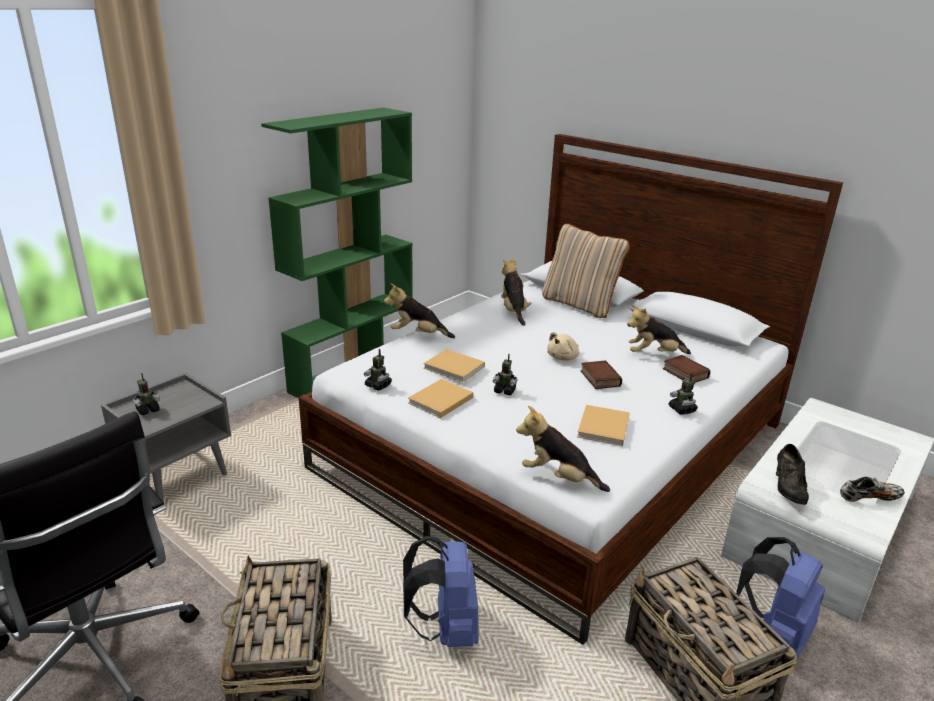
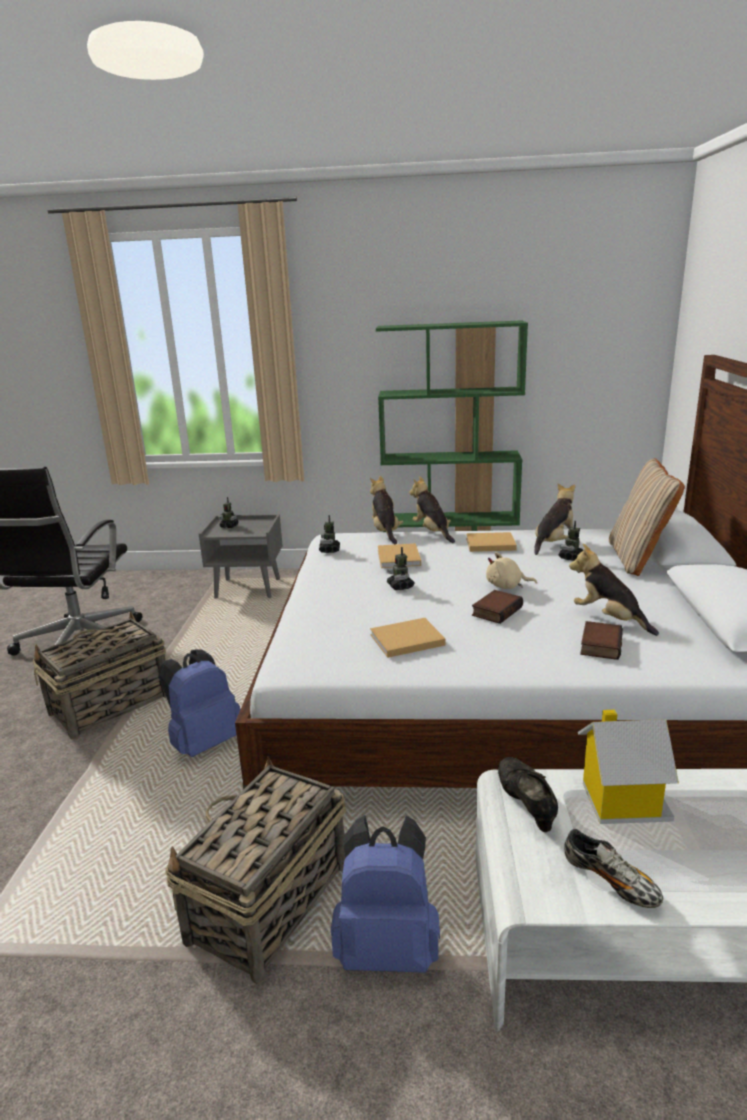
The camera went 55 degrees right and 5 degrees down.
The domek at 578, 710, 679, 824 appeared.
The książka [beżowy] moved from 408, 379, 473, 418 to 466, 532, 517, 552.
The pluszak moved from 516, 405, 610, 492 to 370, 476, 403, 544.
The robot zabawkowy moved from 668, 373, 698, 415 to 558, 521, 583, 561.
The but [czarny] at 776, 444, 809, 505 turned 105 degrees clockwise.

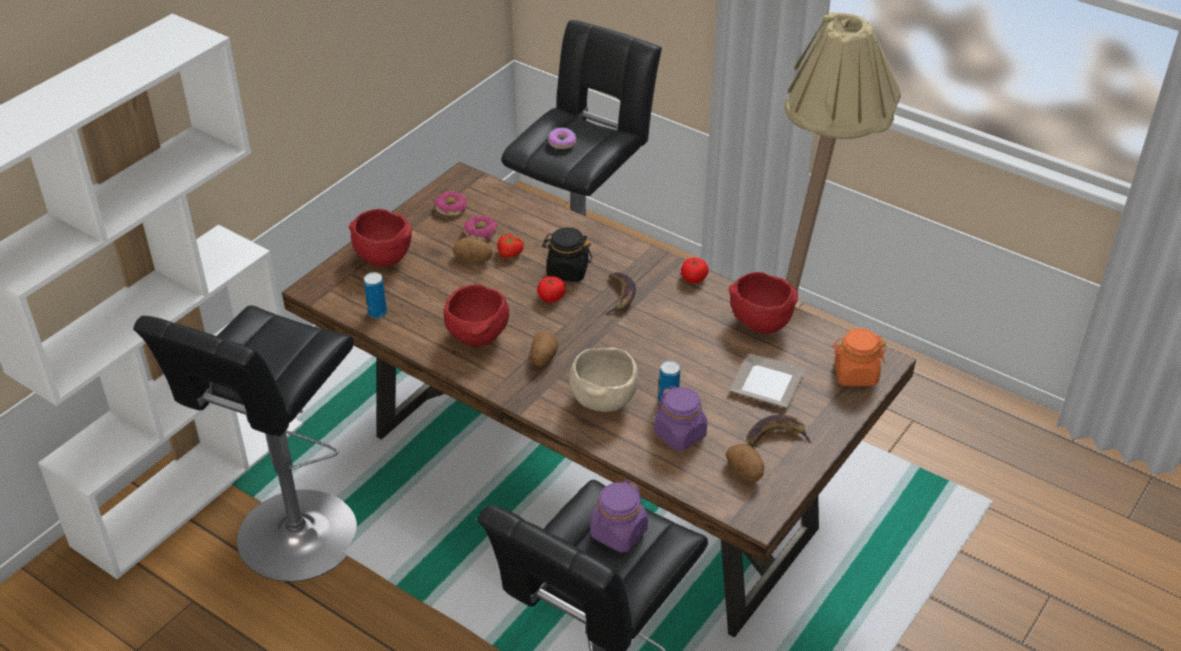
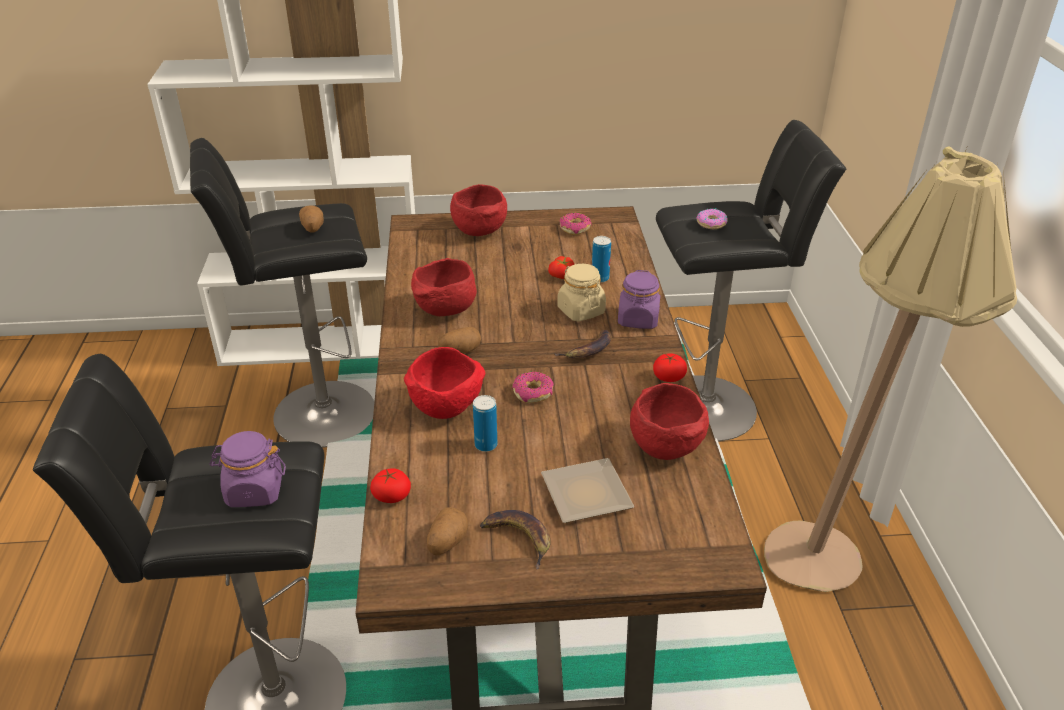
The camera went 50 degrees right and 5 degrees down.
The słoik [pomarańczowy] at 832, 328, 886, 386 disappeared.
The puszka moved from 364, 272, 387, 318 to 592, 236, 611, 283.
The ziemniak moved from 453, 237, 493, 262 to 299, 205, 324, 232.
The donut moved from 464, 215, 497, 241 to 512, 372, 554, 403.
The pomidor moved from 537, 276, 566, 302 to 370, 468, 411, 503.
The słoik [fioletowy] moved from 654, 386, 707, 451 to 618, 270, 660, 329.
The słoik [czarny] at 542, 227, 592, 282 became the słoik [beżowy] at 557, 264, 606, 322.
The miska [beżowy] at 570, 347, 639, 412 became the miska [czerwony] at 404, 347, 485, 419.

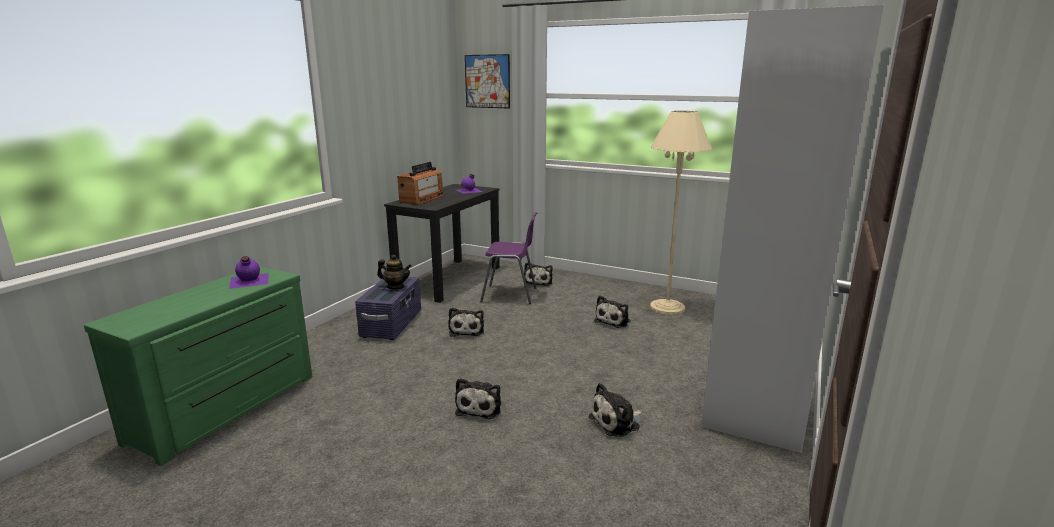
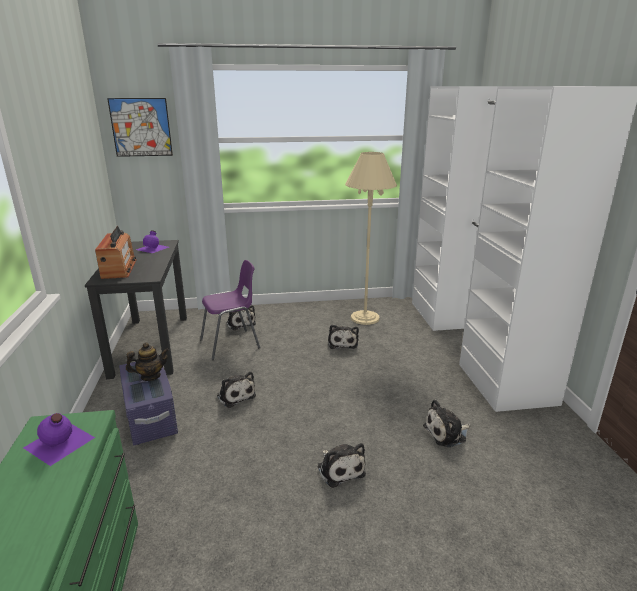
The camera went 35 degrees left and 5 degrees up.
The pluszak at 589, 383, 642, 437 turned 45 degrees clockwise.

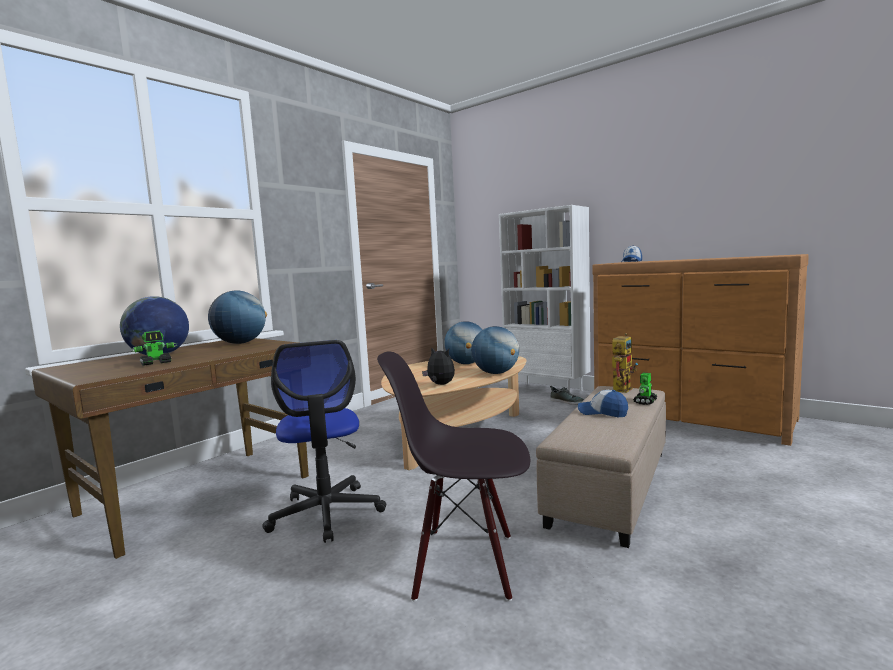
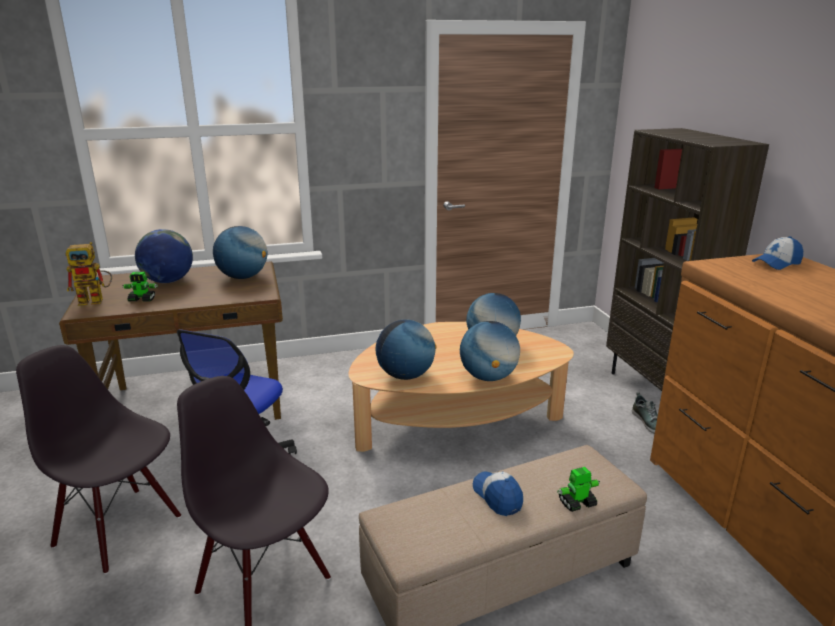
The camera went 35 degrees right and 15 degrees up.
The krzesło [czarny] at 16, 345, 181, 574 appeared.
The robot zabawkowy moved from 612, 333, 638, 393 to 66, 242, 112, 306.
The pluszak at 422, 348, 455, 385 was replaced by the globus at 375, 320, 436, 380.
The regał [biały] at 499, 205, 591, 392 became the regał [brązowy] at 606, 128, 769, 391.

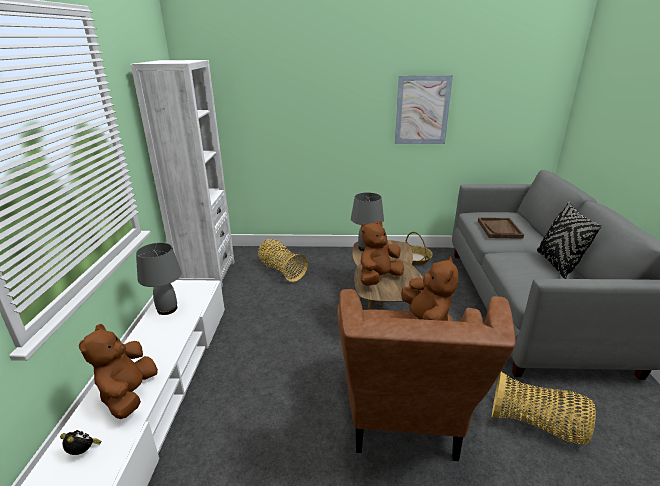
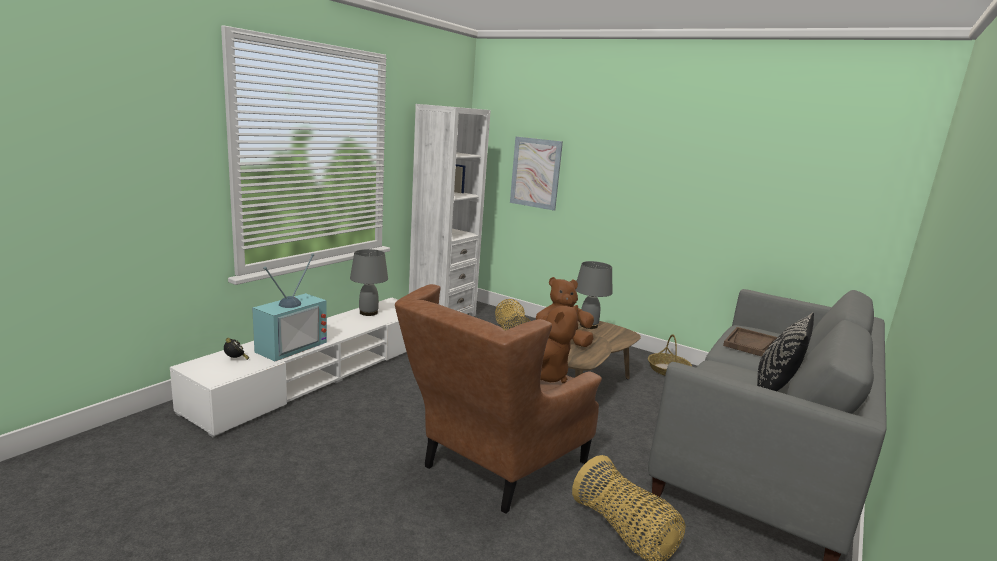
The camera went 30 degrees right and 10 degrees down.
The obraz moved from 395, 75, 453, 144 to 510, 137, 563, 211.
The pluszak [brązowy] at 79, 324, 158, 419 was replaced by the telewizor at 252, 253, 327, 361.

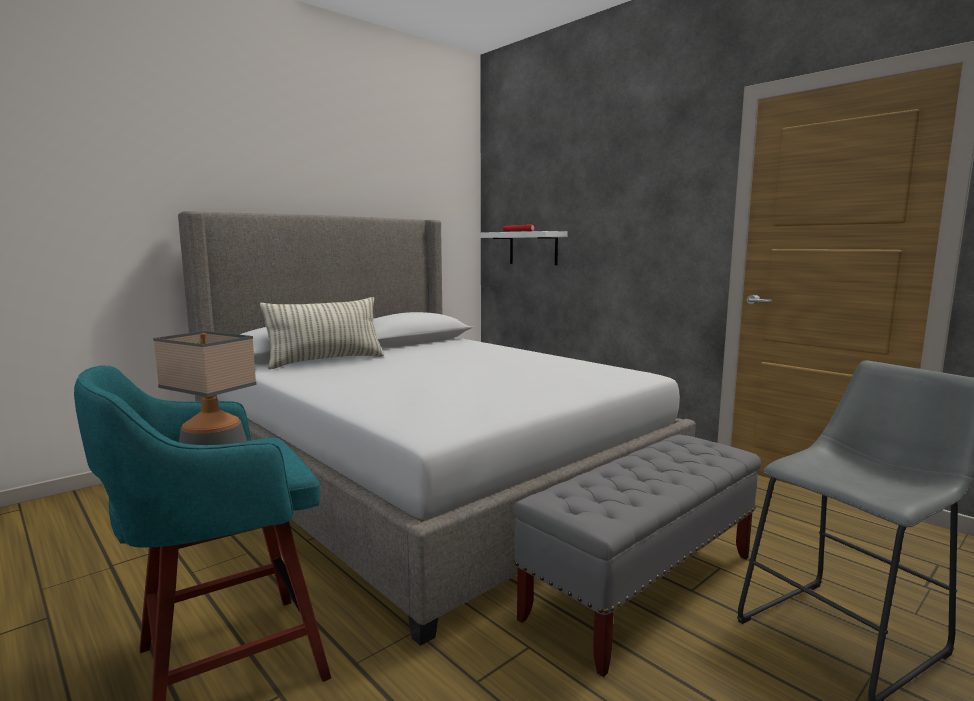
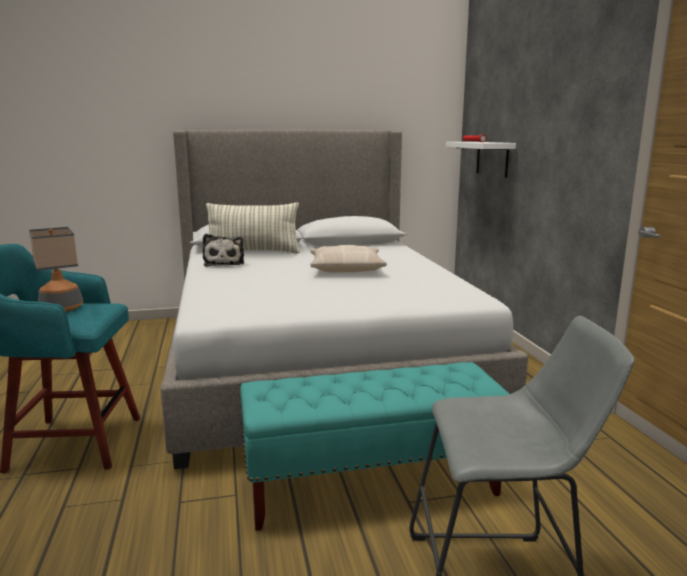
The camera went 30 degrees right and 5 degrees up.
The pluszak at 203, 234, 244, 267 appeared.
The poduszka [beżowy] at 310, 245, 387, 273 appeared.
The ławka [szary] at 514, 435, 761, 677 became the ławka [turkusowy] at 240, 362, 509, 531.

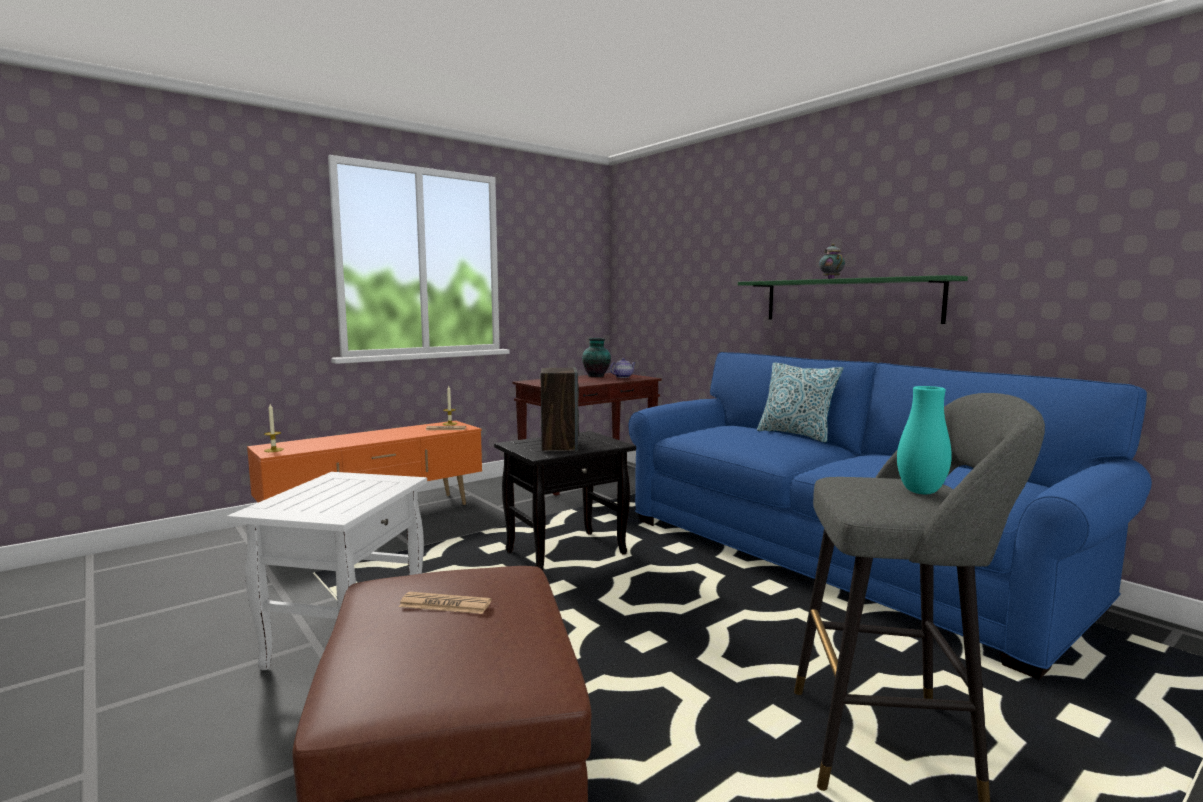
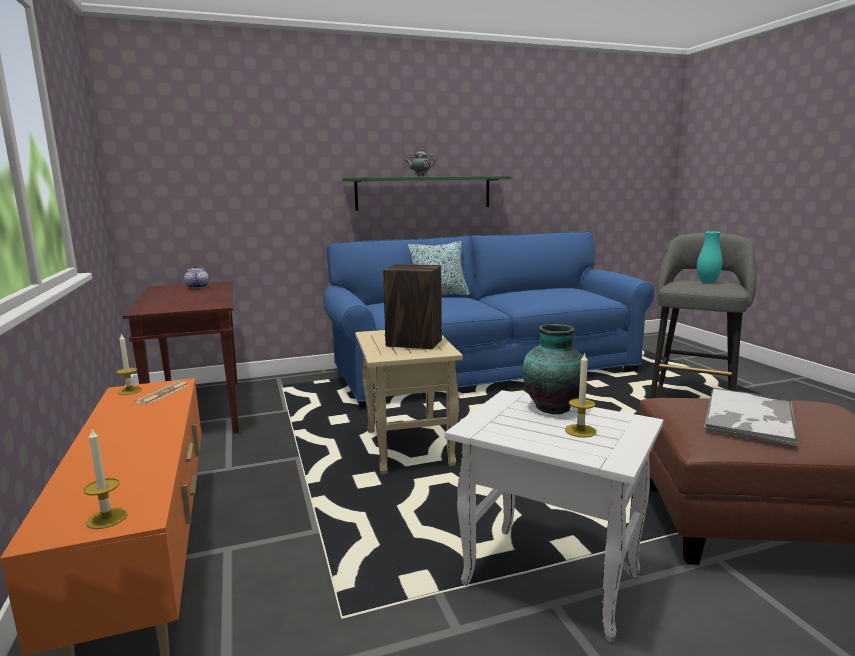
The camera went 70 degrees left and 5 degrees up.
The świeca at 565, 352, 596, 438 appeared.
The wazon moved from 582, 338, 611, 377 to 522, 324, 583, 414.
The gazeta at 399, 592, 491, 614 was replaced by the taca at 704, 388, 798, 446.
The stolik [czarny] at 494, 431, 636, 571 became the stolik [beżowy] at 355, 330, 463, 474.

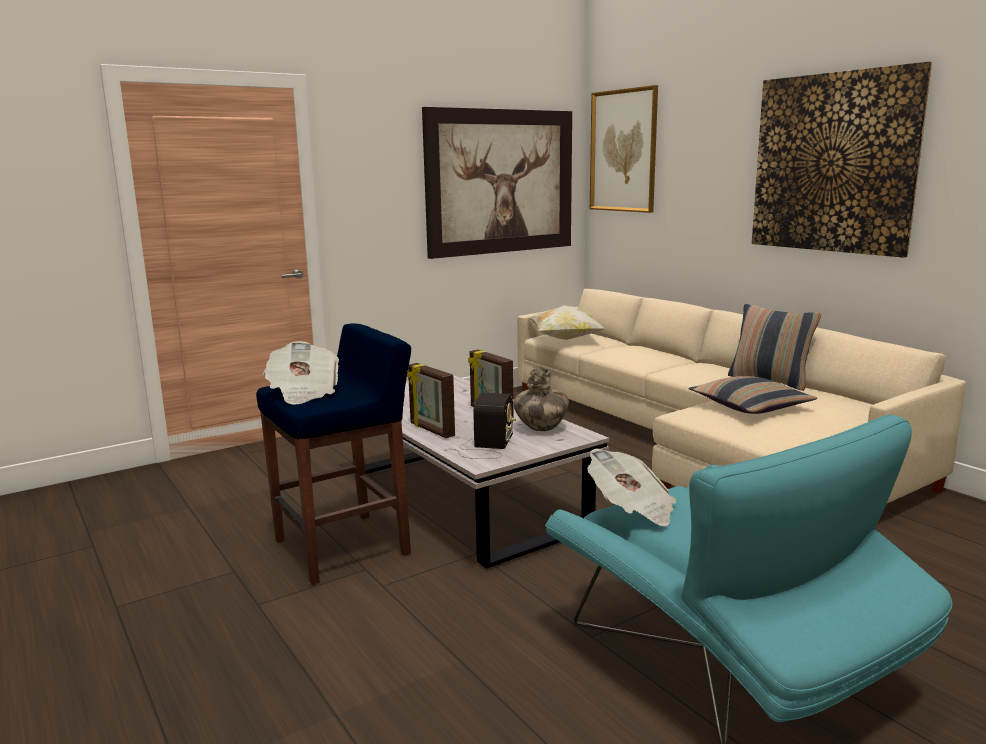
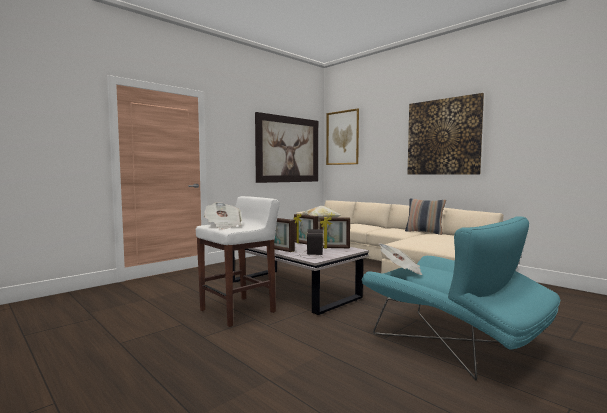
The camera went 10 degrees left and 10 degrees down.
The poduszka at 689, 376, 817, 414 disappeared.
The wazon at 514, 366, 569, 431 was replaced by the ramka na zdjęcie at 319, 217, 350, 248.
The stołek [niebieski] at 256, 323, 411, 585 became the stołek [biały] at 196, 196, 280, 327.

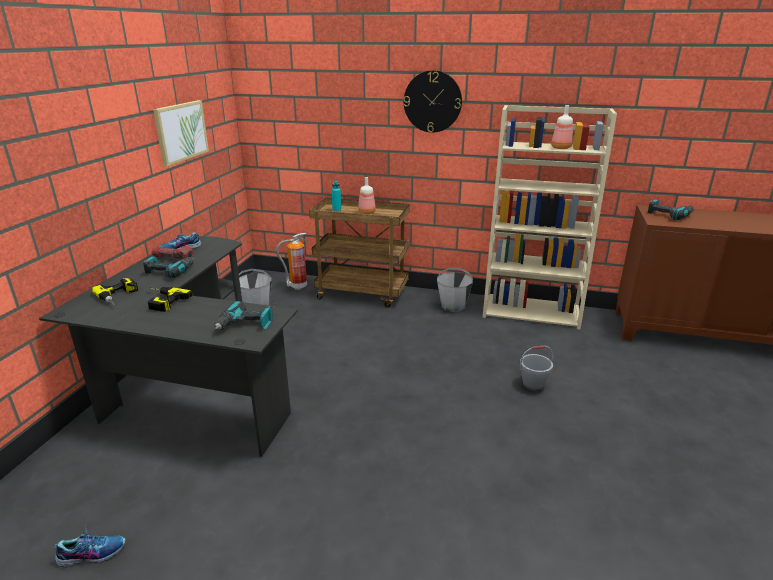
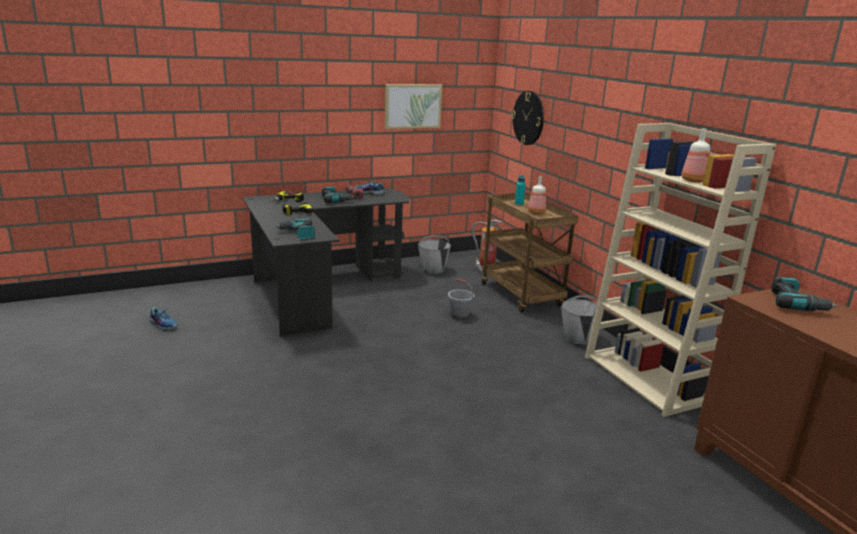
The camera went 50 degrees right and 5 degrees down.
The zegar ścienny moved from 404, 70, 462, 133 to 511, 91, 544, 145.
The wiadro [szary] moved from 520, 345, 554, 391 to 448, 279, 474, 319.

